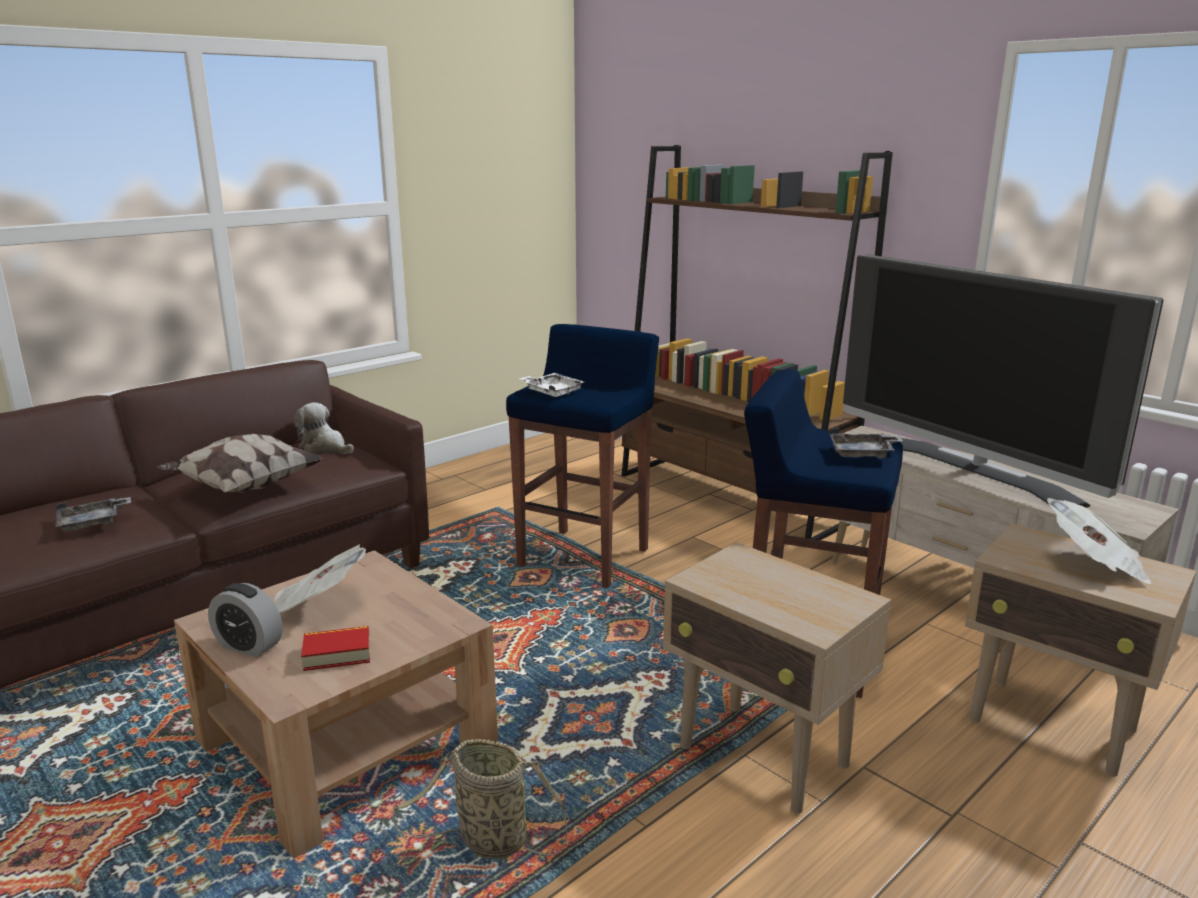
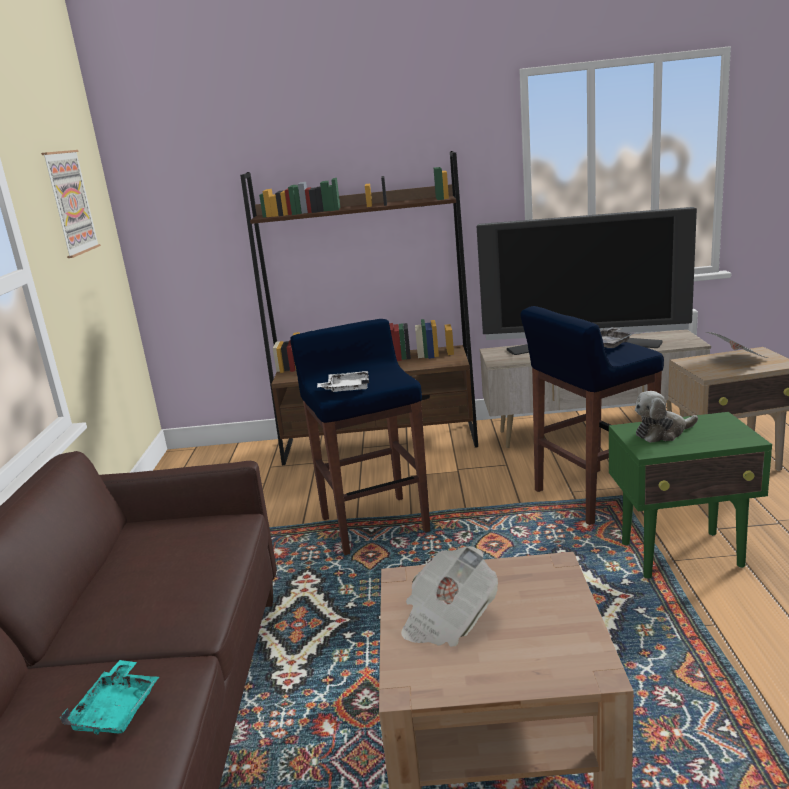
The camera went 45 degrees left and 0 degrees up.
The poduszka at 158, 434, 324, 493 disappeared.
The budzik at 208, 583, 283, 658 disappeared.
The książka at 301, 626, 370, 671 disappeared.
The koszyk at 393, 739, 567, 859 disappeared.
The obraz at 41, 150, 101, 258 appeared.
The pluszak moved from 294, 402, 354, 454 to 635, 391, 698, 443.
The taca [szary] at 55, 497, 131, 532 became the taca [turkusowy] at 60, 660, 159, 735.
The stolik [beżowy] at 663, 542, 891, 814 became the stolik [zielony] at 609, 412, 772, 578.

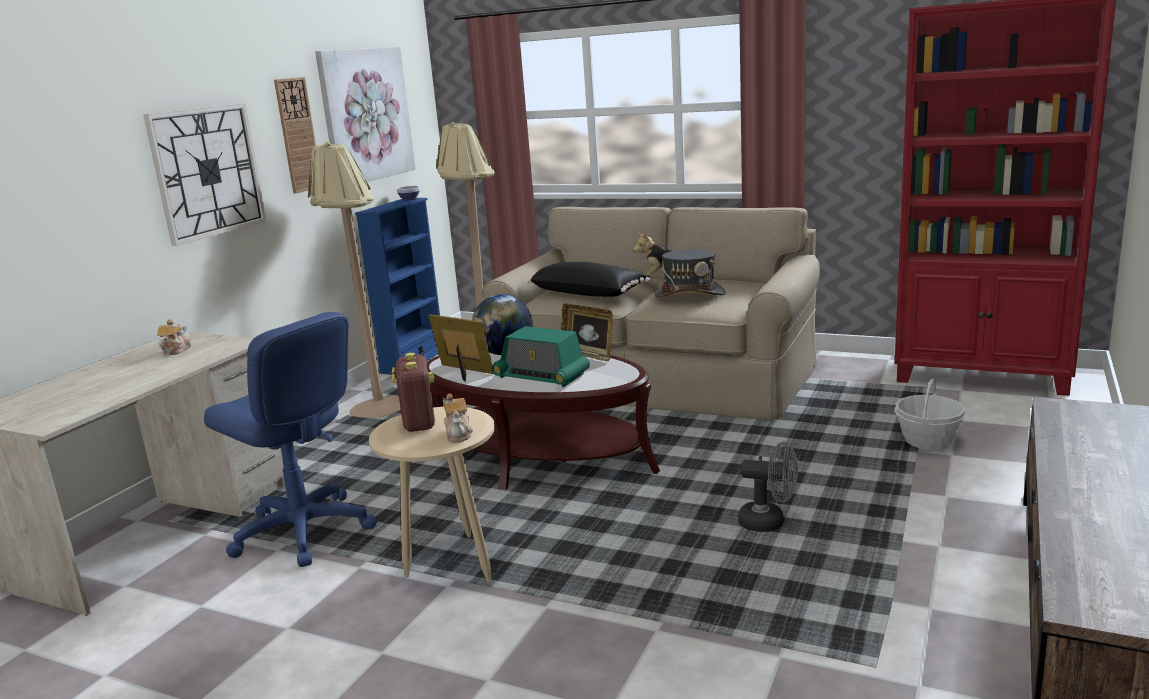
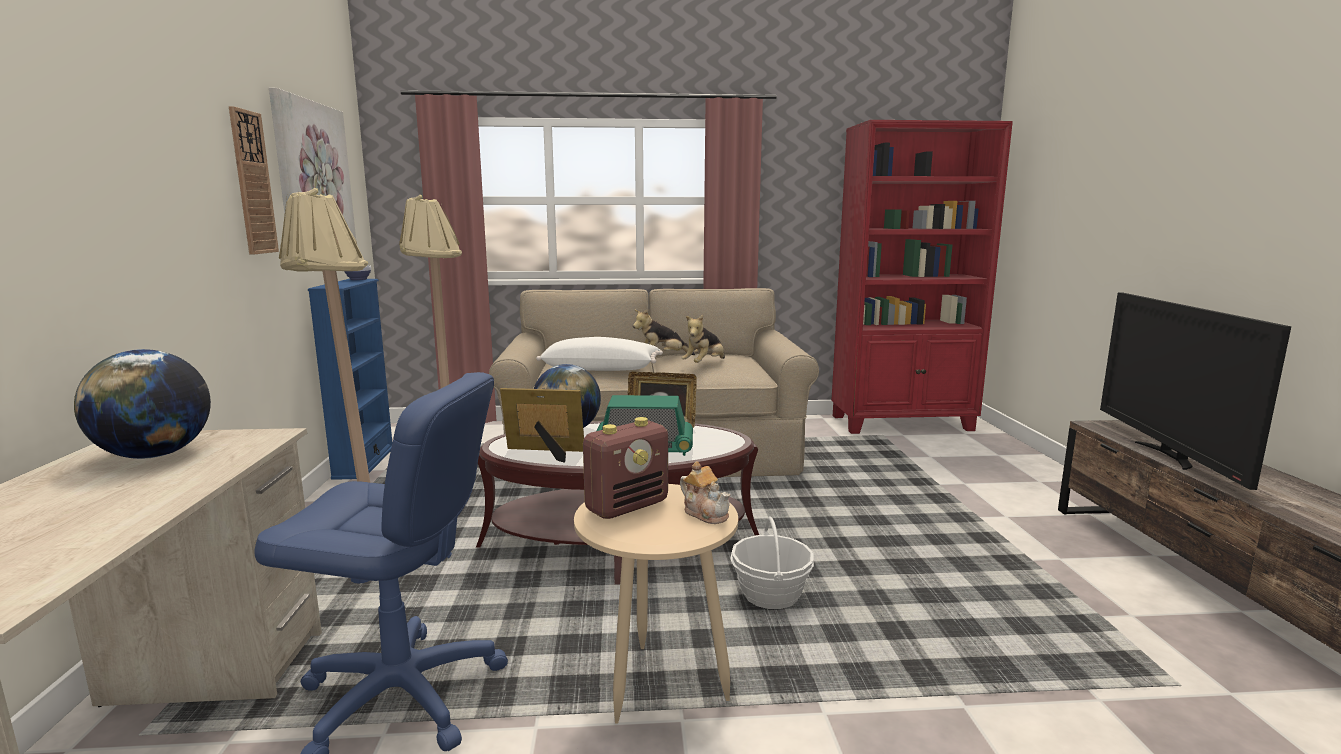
The camera went 30 degrees left and 5 degrees down.
The zegar ścienny at 144, 103, 267, 246 disappeared.
The wentylator [szary] at 738, 442, 798, 532 disappeared.
The telewizor at 1100, 292, 1291, 490 appeared.
The koszyk moved from 895, 379, 966, 451 to 731, 516, 814, 609.
The imbryk at 157, 319, 191, 355 was replaced by the globus at 74, 349, 211, 459.
The kapelusz [szary] at 654, 249, 726, 297 was replaced by the pluszak at 681, 315, 725, 363.
The poduszka [czarny] at 528, 262, 650, 297 became the poduszka [biały] at 536, 337, 663, 371.
The radio at 392, 353, 435, 432 turned 90 degrees clockwise.

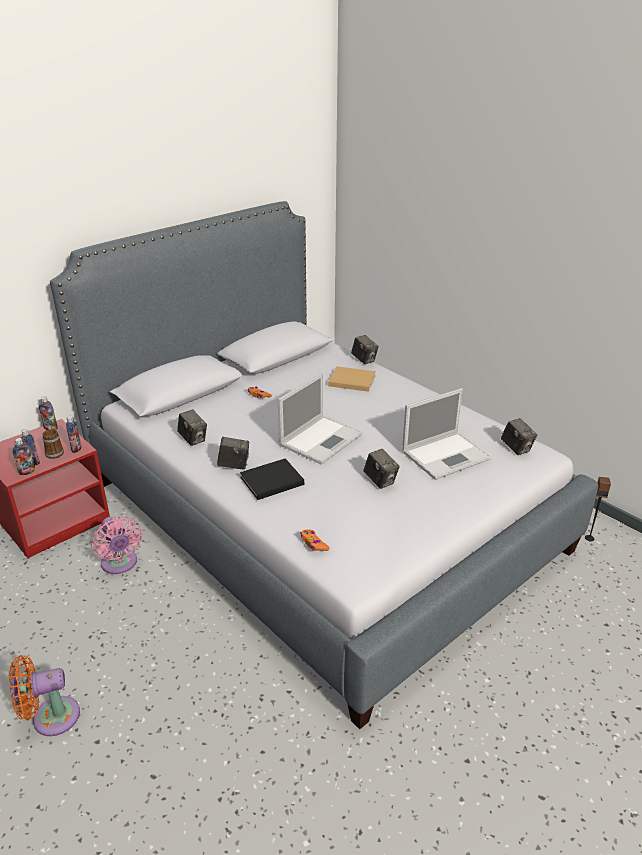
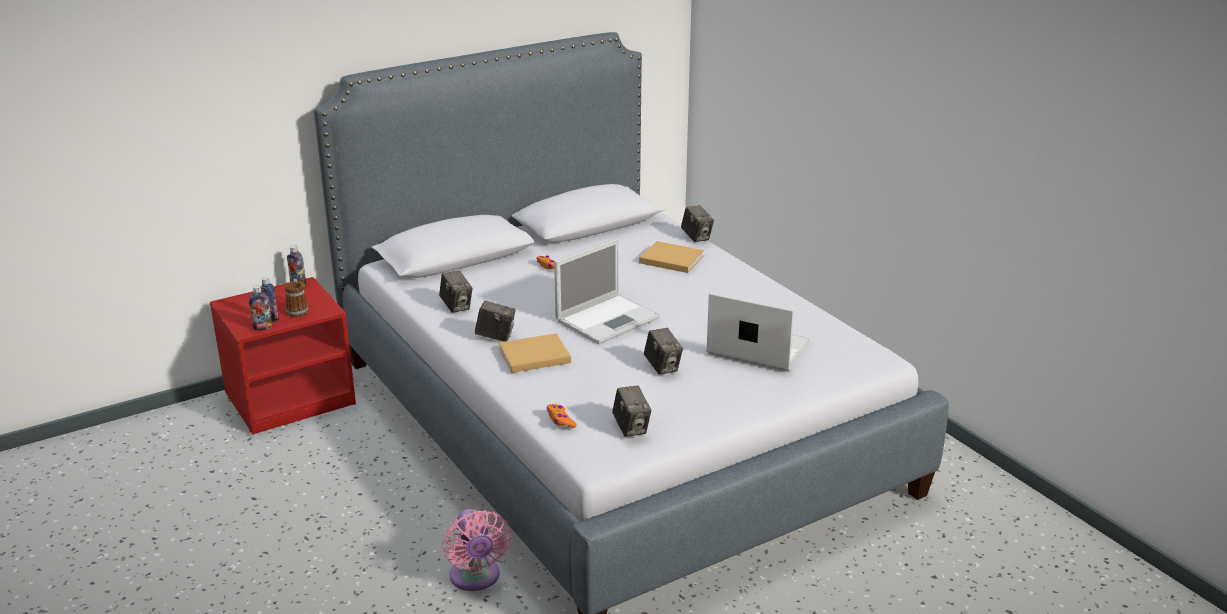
The camera went 10 degrees right and 5 degrees down.
The wentylator [pomarańczowy] at 9, 655, 80, 736 disappeared.
The butelka at 66, 416, 81, 453 disappeared.
The głośnik at 585, 477, 611, 541 disappeared.
The wentylator [różowy] moved from 92, 517, 142, 574 to 442, 509, 511, 591.
The aparat fotograficzny moved from 501, 418, 537, 455 to 612, 386, 651, 437.
The książka [czarny] at 240, 458, 304, 500 became the książka [beżowy] at 499, 333, 571, 373.
The laptop at 402, 388, 491, 480 turned 135 degrees counterclockwise.

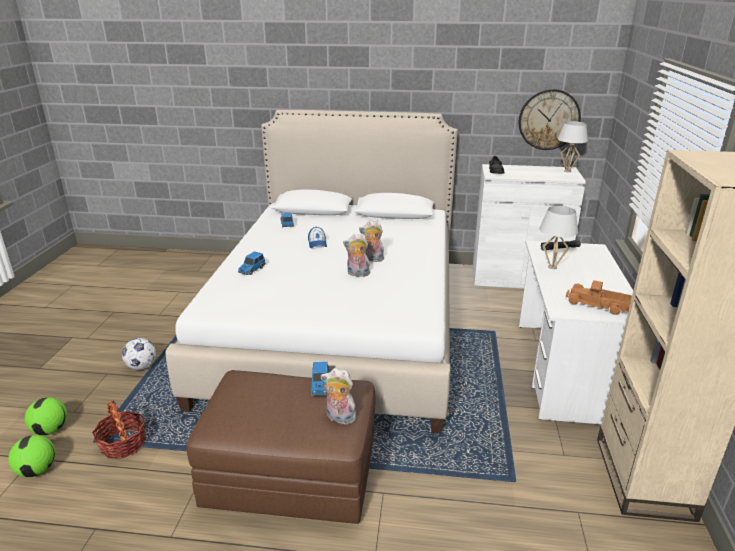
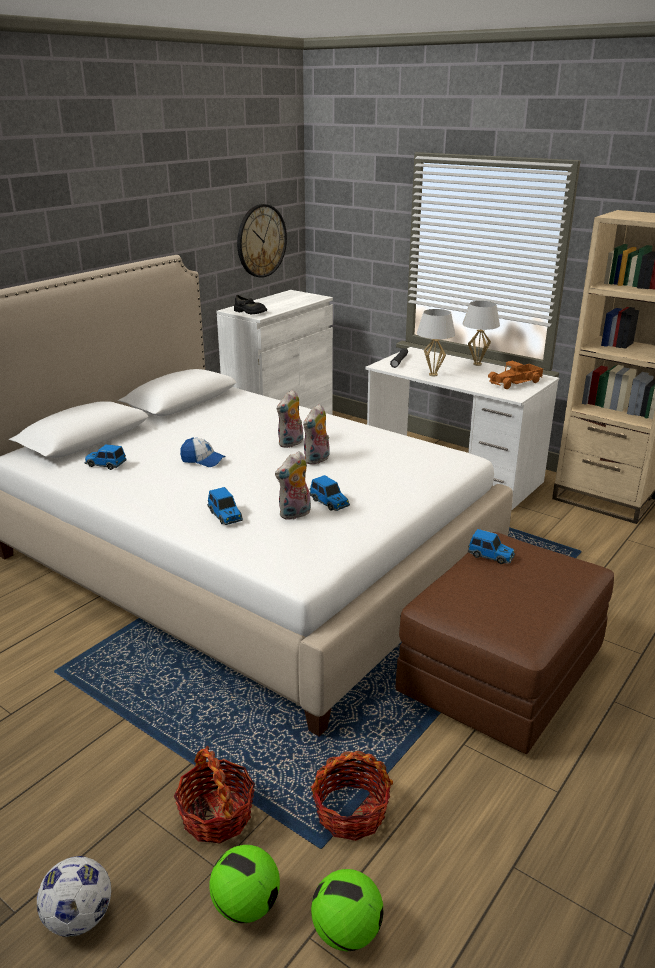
The camera went 60 degrees left and 0 degrees up.
The koszyk at 174, 746, 255, 844 appeared.
The samochodzik at 310, 475, 350, 511 appeared.
The piłka futbolowa moved from 122, 338, 156, 370 to 37, 856, 111, 937.
The pluszak moved from 321, 368, 356, 424 to 275, 451, 311, 520.
The lampa stołowa [biały] moved from 558, 121, 588, 172 to 462, 301, 500, 366.

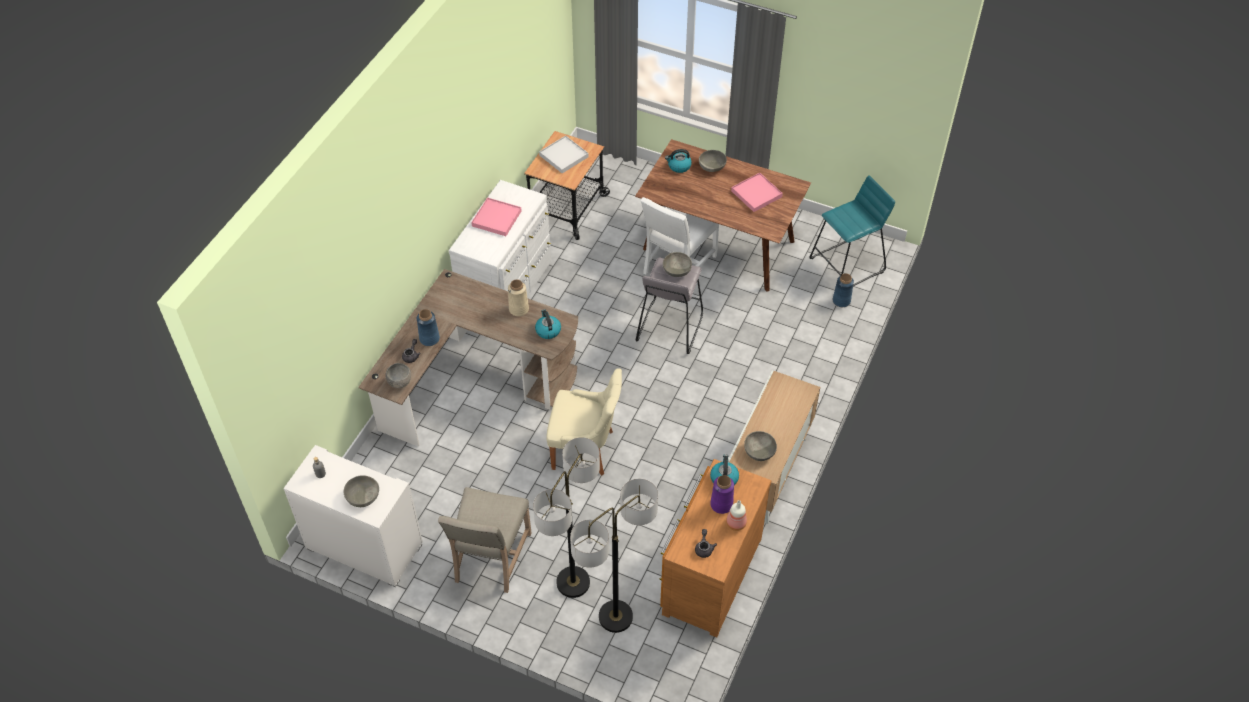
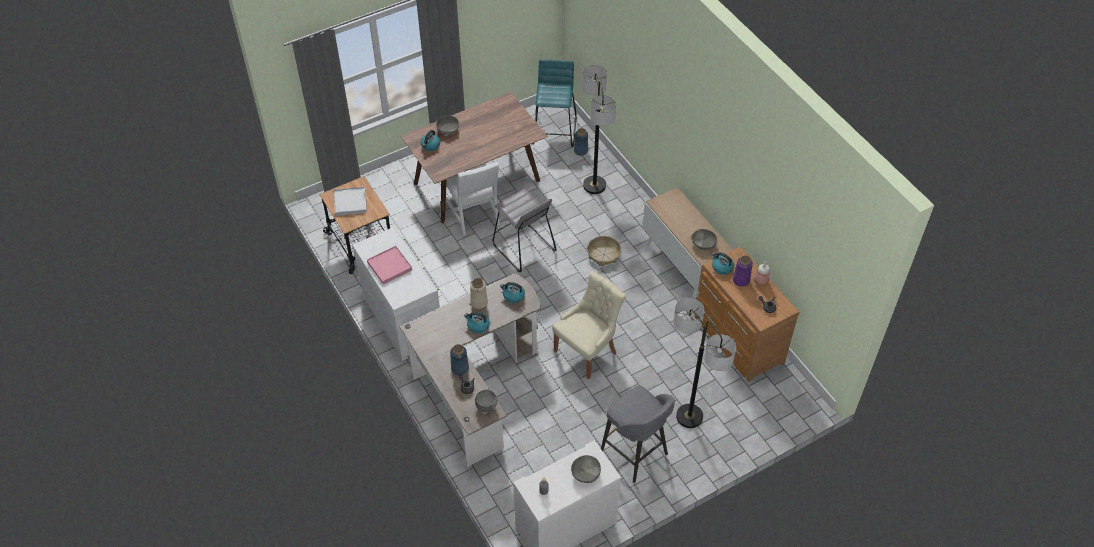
The camera went 55 degrees left and 0 degrees up.
The miska [szary] at 663, 252, 692, 277 disappeared.
The taca [różowy] at 731, 172, 783, 212 disappeared.
The czajnik at 464, 312, 490, 333 appeared.
The koszyk at 587, 236, 621, 266 appeared.
The lampa stojąca moved from 570, 479, 658, 633 to 582, 65, 616, 194.
The krzesło [beżowy] at 438, 487, 532, 593 was replaced by the stołek [szary] at 601, 385, 675, 483.

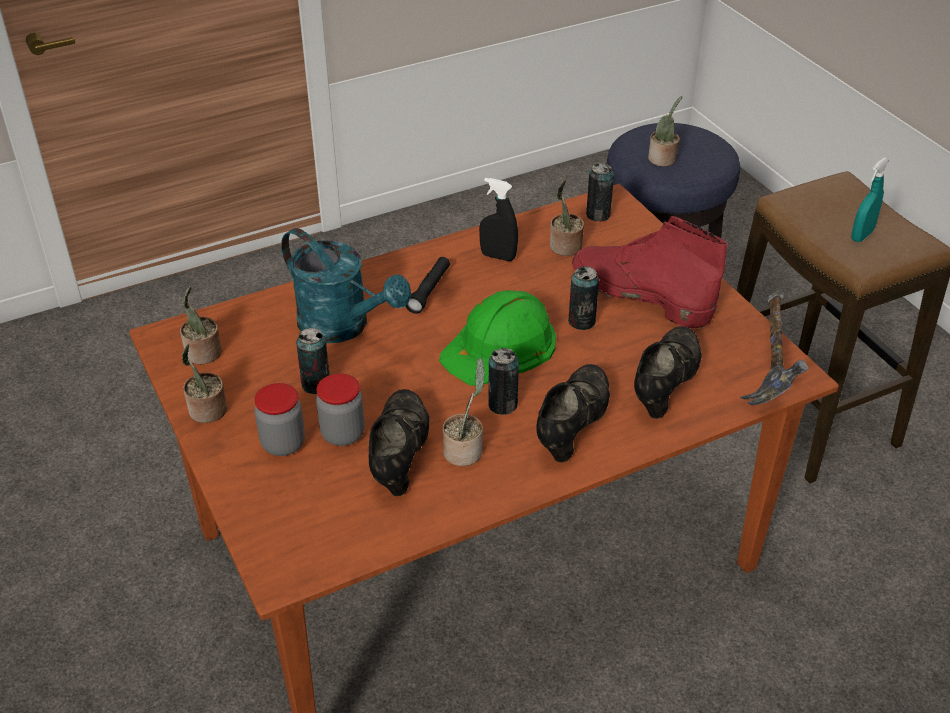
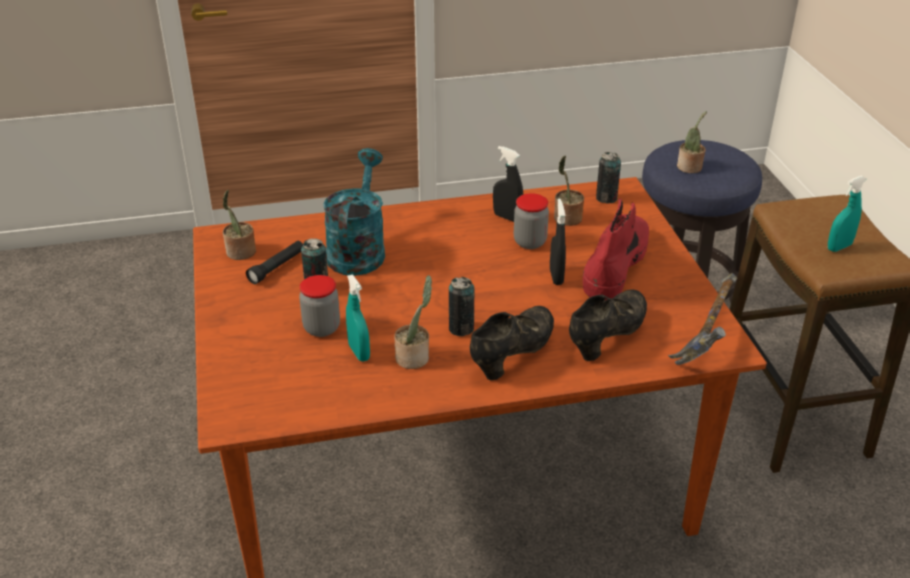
The camera went 15 degrees right and 5 degrees down.
The roślina doniczkowa at 182, 344, 227, 423 disappeared.
The kask [zielony] at 439, 290, 556, 386 disappeared.
The słoik moved from 254, 383, 305, 456 to 514, 193, 549, 249.
The latarka [czarny] moved from 406, 257, 450, 314 to 246, 241, 303, 284.
The but [czarny] at 369, 389, 429, 496 was replaced by the spryskiwacz [turkusowy] at 346, 274, 370, 361.
The puszka at 568, 266, 599, 330 was replaced by the spryskiwacz [czarny] at 550, 198, 566, 285.
The konewka [turkusowy] at 281, 228, 411, 343 turned 135 degrees counterclockwise.
The but z cholewką [czerwony] at 572, 216, 728, 328 turned 60 degrees clockwise.

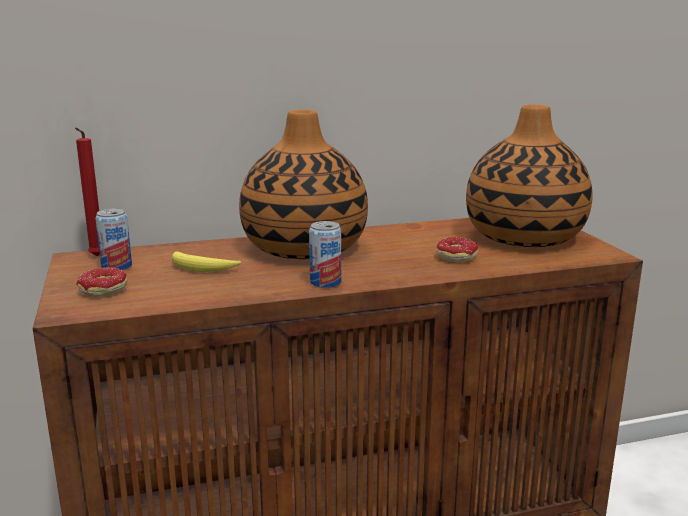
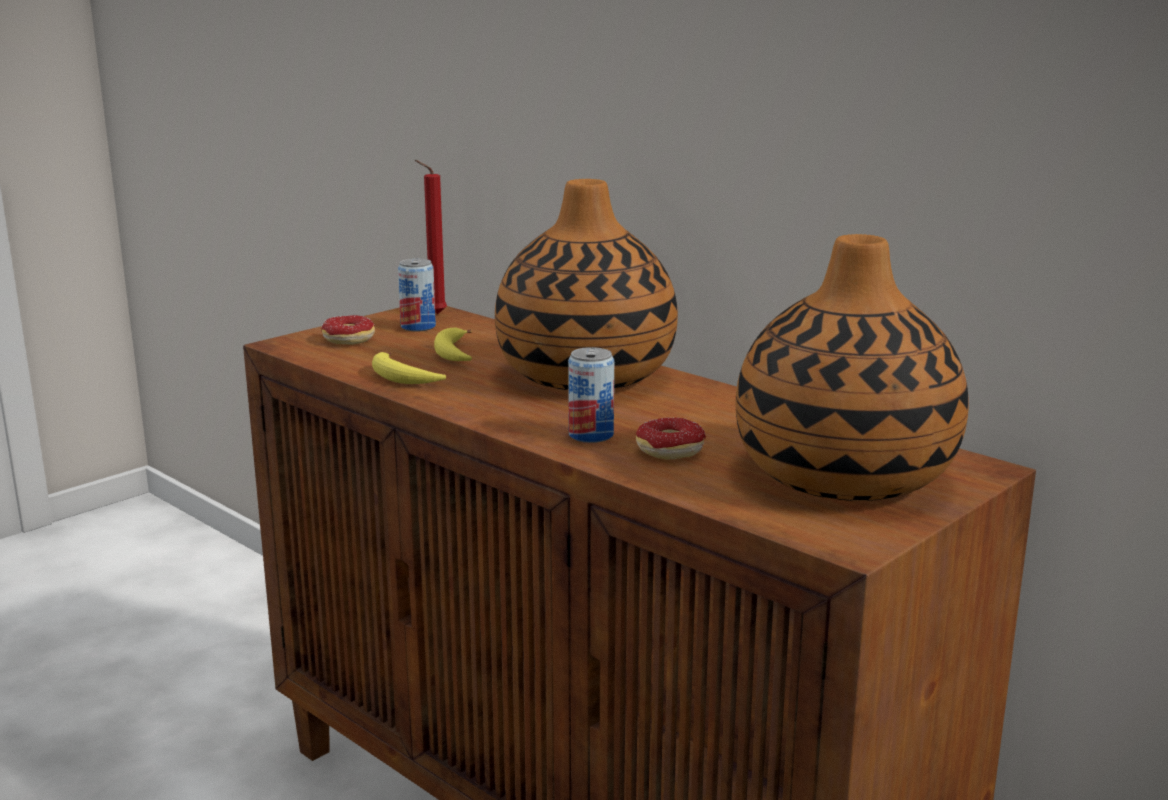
The camera went 60 degrees right and 0 degrees up.
The banan at 372, 352, 446, 384 appeared.
The puszka moved from 309, 221, 341, 288 to 568, 347, 614, 443.

